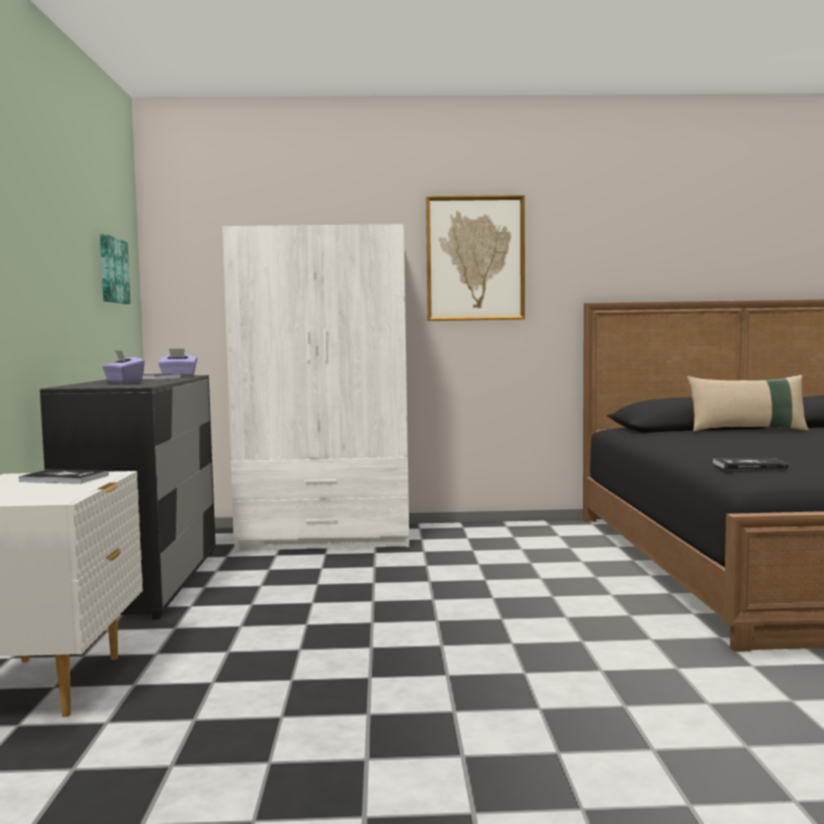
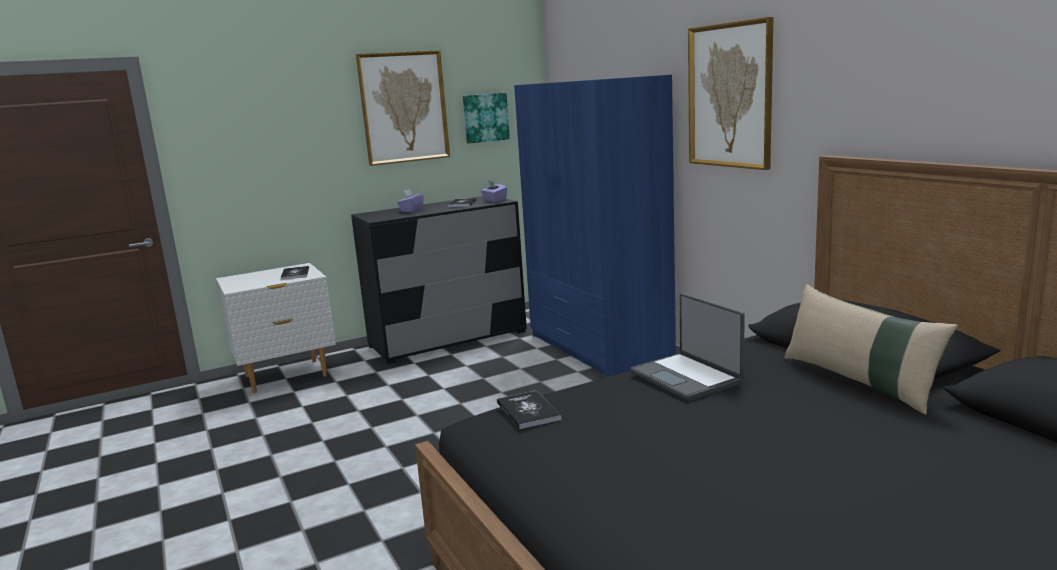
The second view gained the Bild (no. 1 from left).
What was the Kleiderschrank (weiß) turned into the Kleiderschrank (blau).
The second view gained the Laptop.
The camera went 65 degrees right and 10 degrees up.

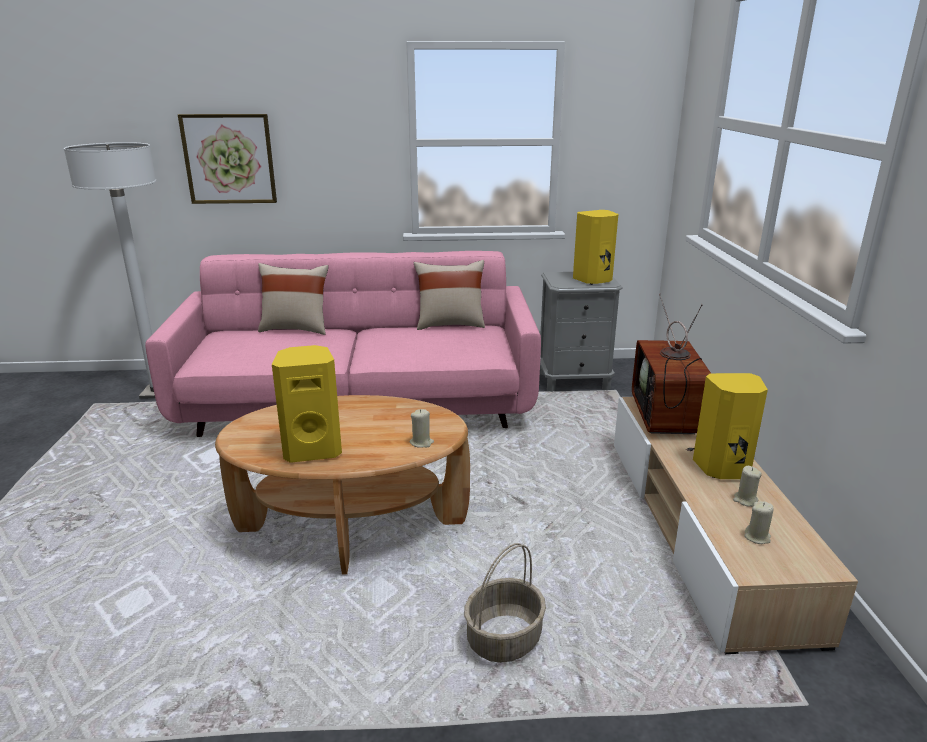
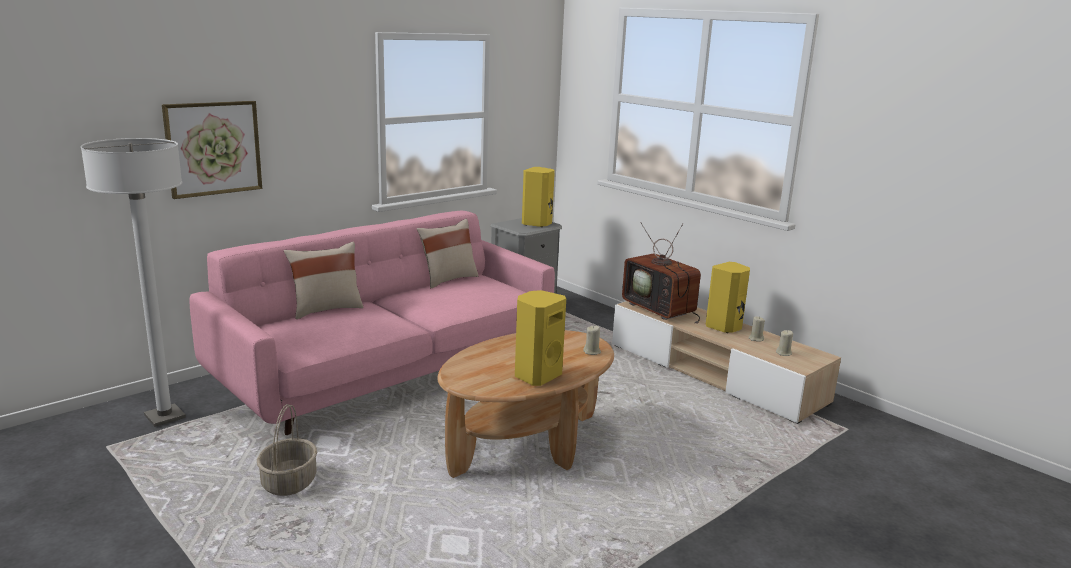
The Korb ended up elsewhere.
The camera went 40 degrees left and 5 degrees down.

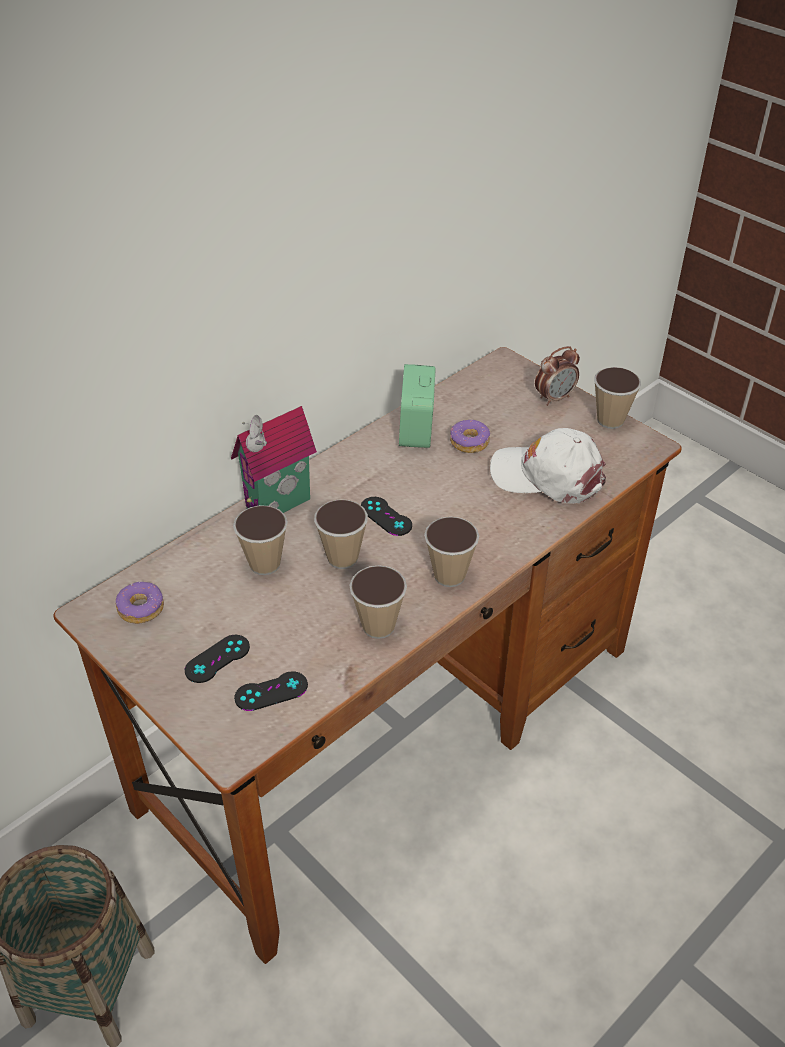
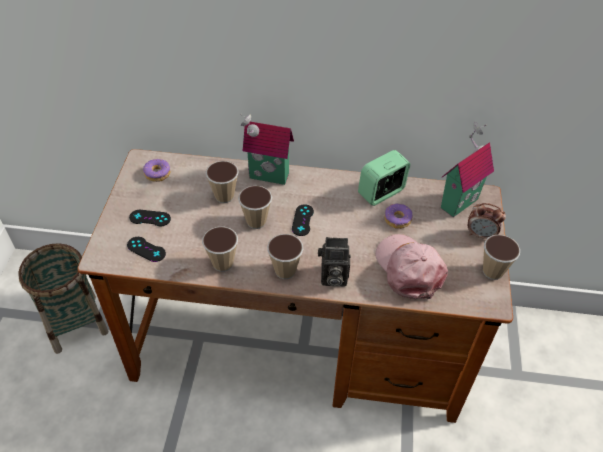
The second view gained the Kamera.
What was the Kappe (weiß) turned into the Kappe (rosa).
The second view gained the Spielzeughaus (no. 2 from left).
The camera went 50 degrees right and 5 degrees up.

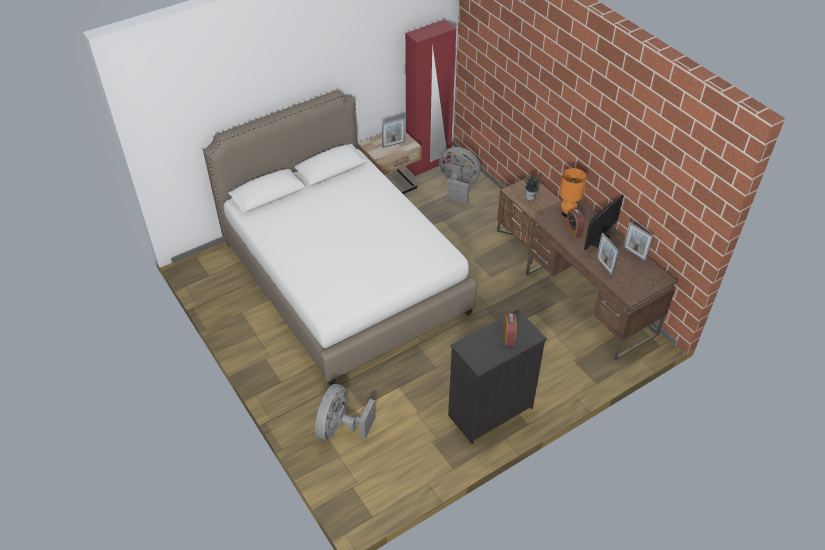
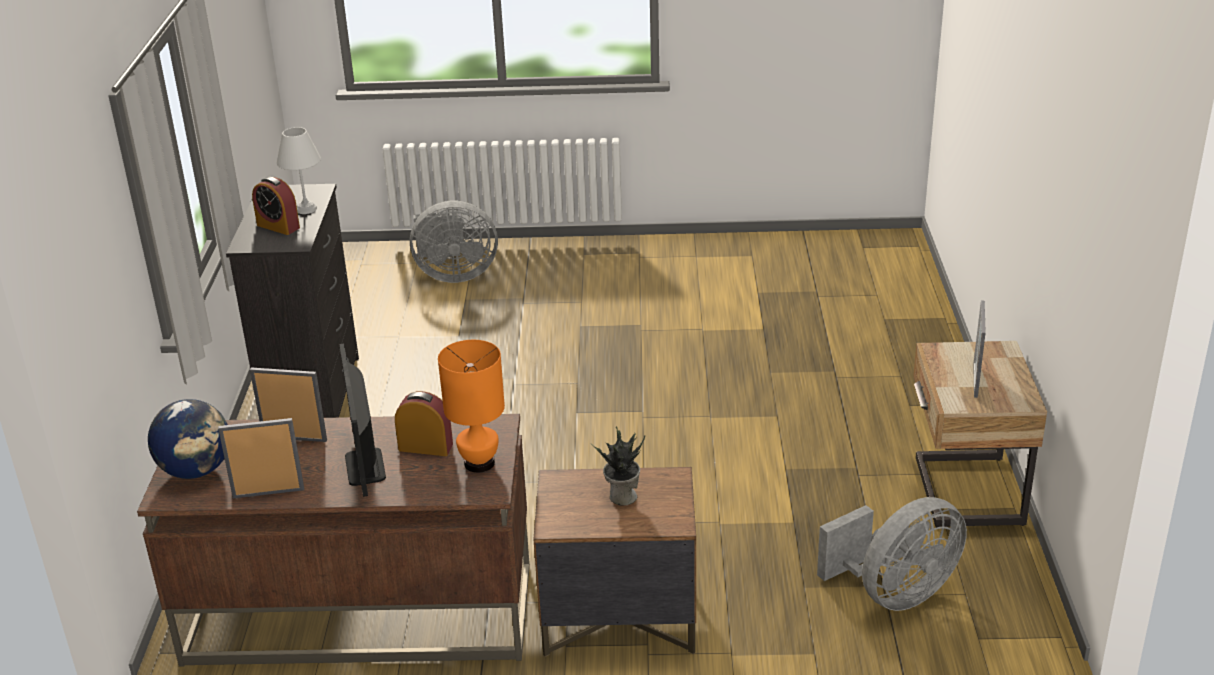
The second view gained the Globus.
The second view gained the Tischlampe (weiß).
The Ventilator (grau) (no. 1 from left) ended up facing another way, 120 degrees clockwise from before.
The second view lost the Bett (weiß).
The second view lost the Kleiderschrank (rot).
The camera went 125 degrees right and 15 degrees down.

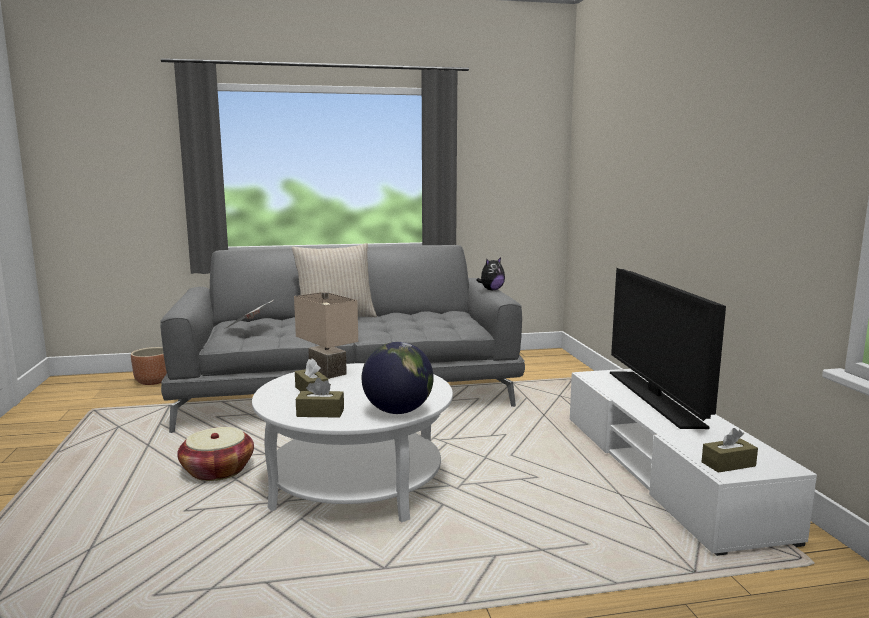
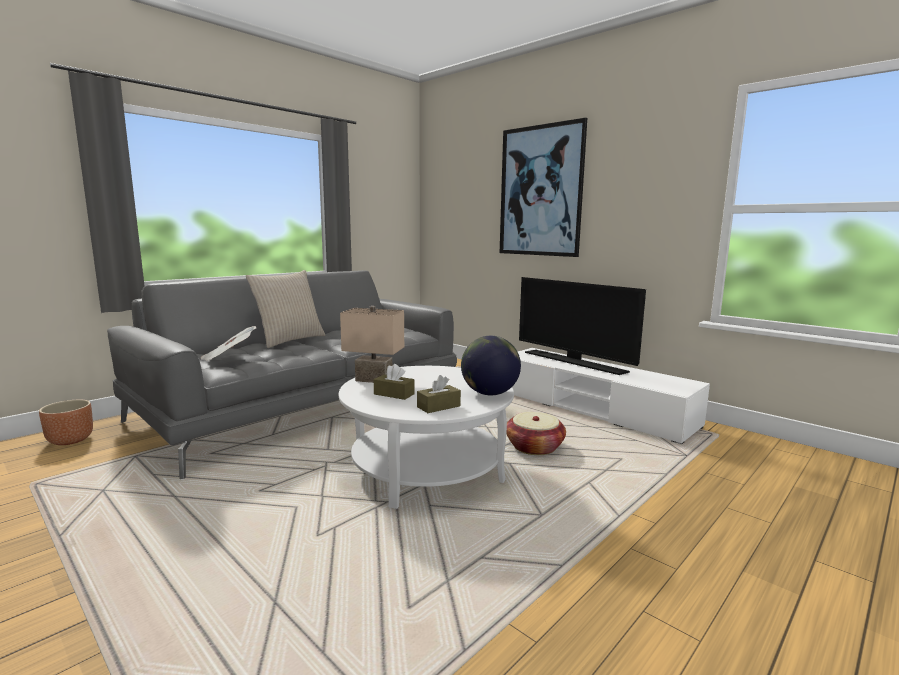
The second view gained the Bild.
The Korb ended up elsewhere.
The second view lost the Plüschtier.
The second view lost the Taschentuchbox (braun) (no. 3 from left).
The camera went 35 degrees left and 0 degrees up.

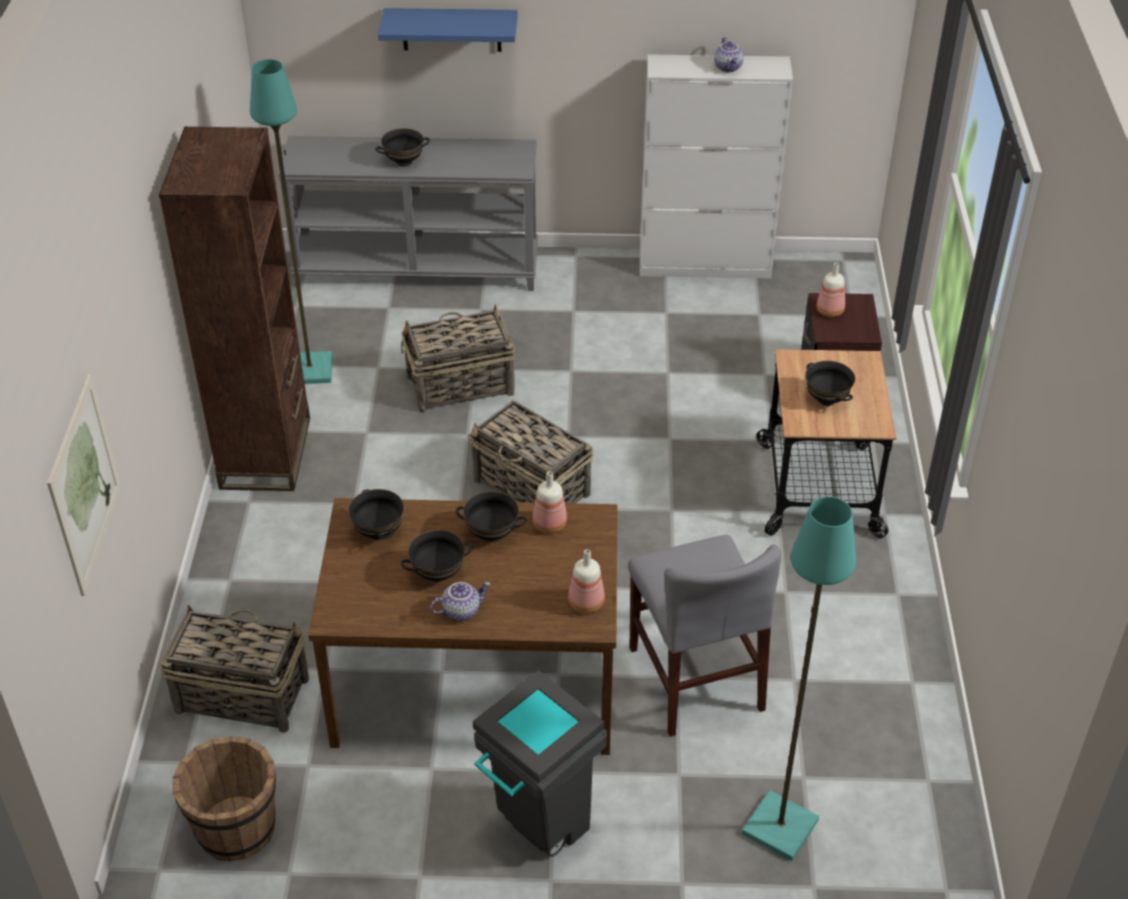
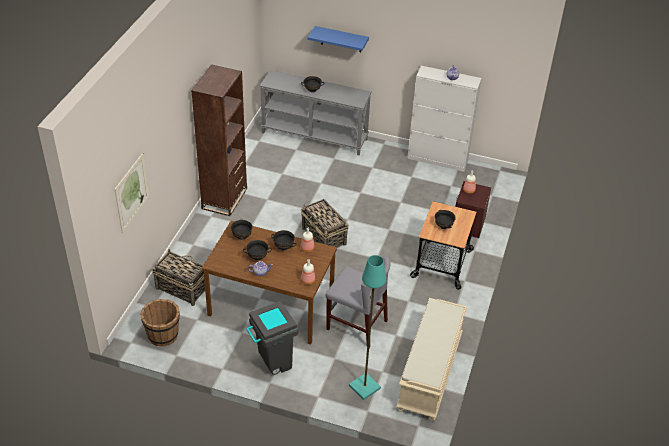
The Stuhl (grau) ended up facing another way, 60 degrees counterclockwise from before.
The second view gained the Bank (beige).
The second view lost the Stehlampe (türkis) (no. 1 from left).
The second view lost the Korb (no. 2 from left).
The camera went 15 degrees right and 0 degrees up.

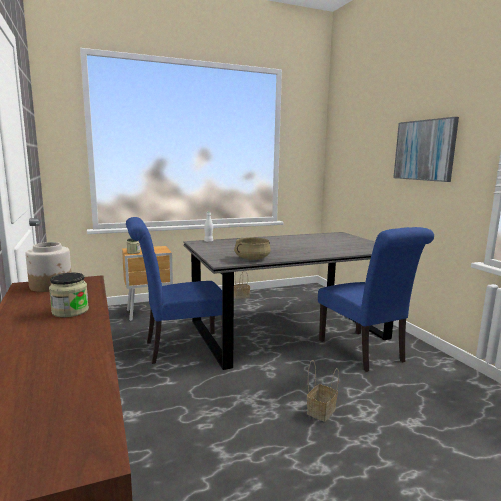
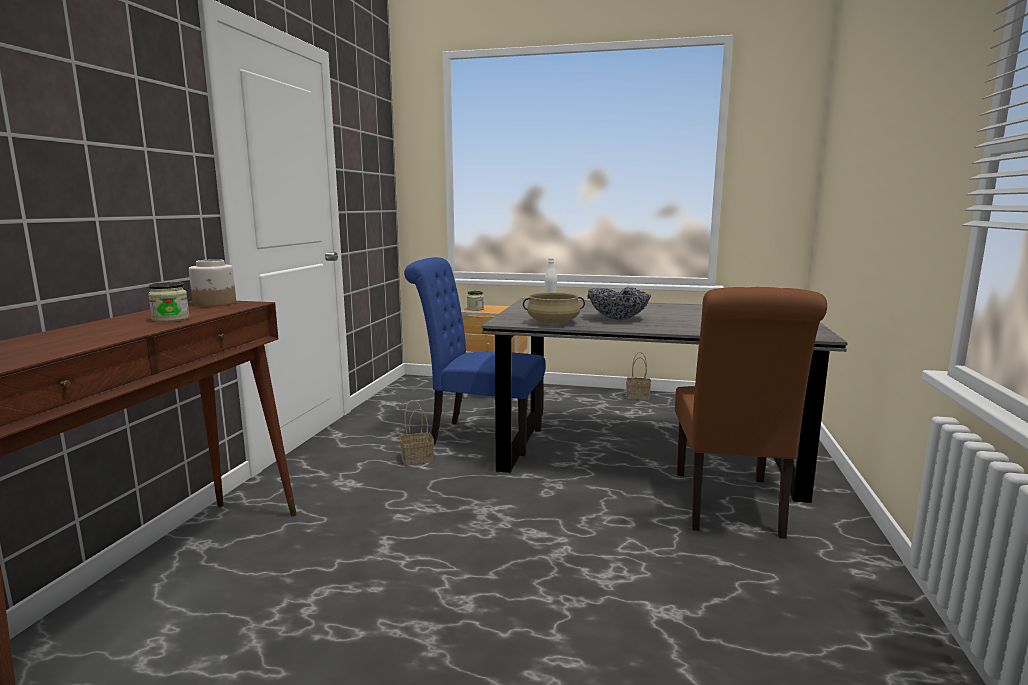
The Korb (no. 2 from left in the first image) ended up elsewhere.
The second view gained the Schüssel.
What was the Stuhl (blau) (no. 2 from left) turned into the Stuhl (braun).
The second view lost the Bild.
The camera went 35 degrees right and 0 degrees up.

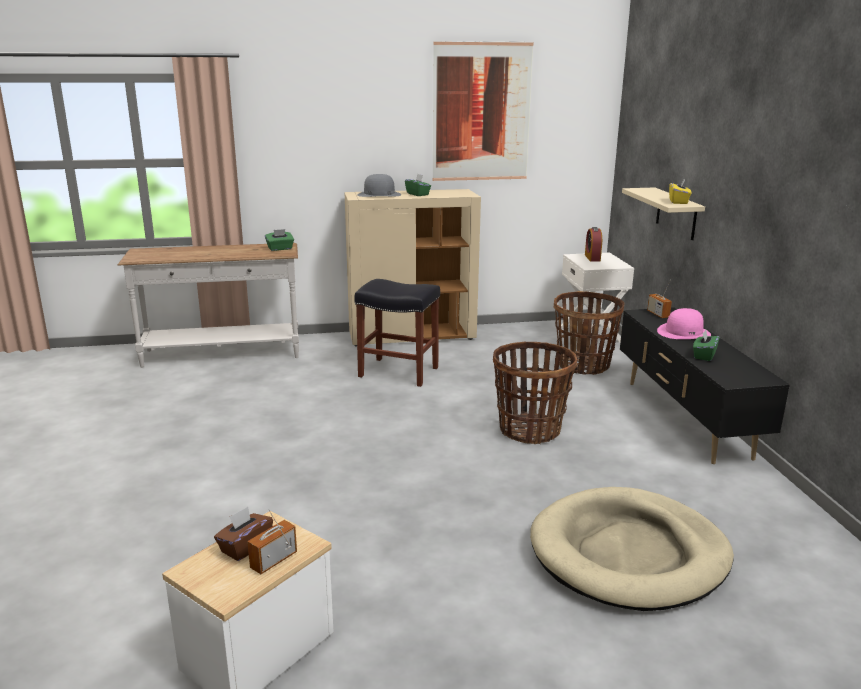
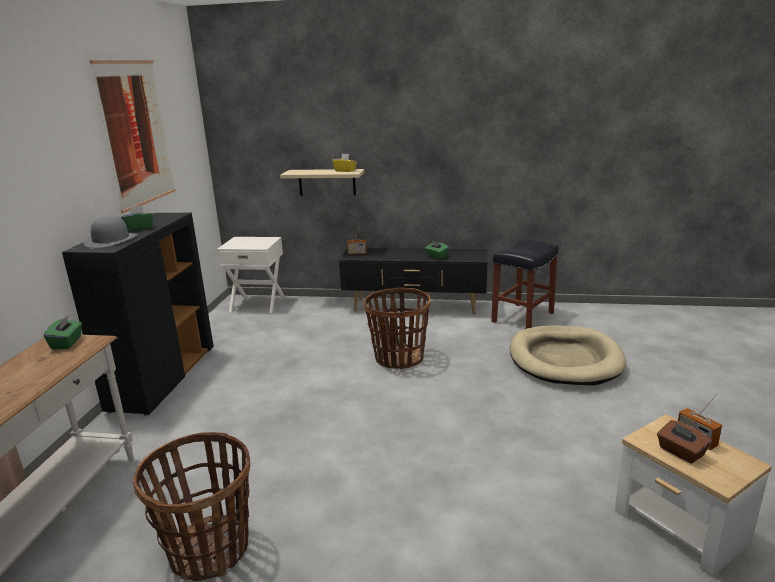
What was the Schrank (beige) turned into the Schrank (schwarz).
The Korb (no. 2 from left in the first image) ended up elsewhere.
The Hocker (schwarz) ended up elsewhere.
The second view lost the Wecker.
The second view lost the Hut (rosa).
The camera went 70 degrees left and 0 degrees up.

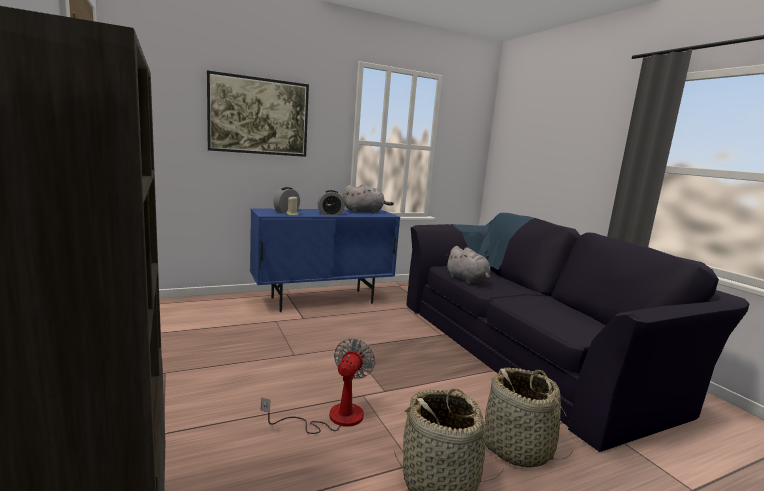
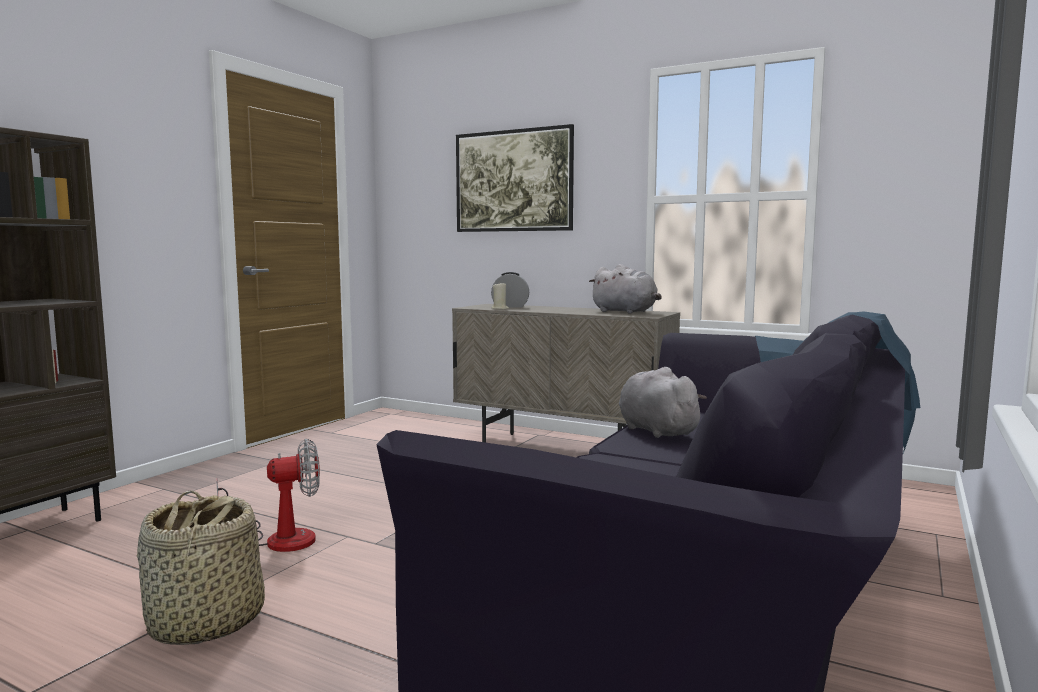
What was the Schrank (blau) turned into the Schrank (beige).
The Plüschtier (grau) (no. 2 from left) ended up facing another way, 135 degrees clockwise from before.
The second view lost the Wecker (no. 2 from left).
The second view lost the Korb (no. 2 from left).
The camera went 55 degrees right and 5 degrees down.

